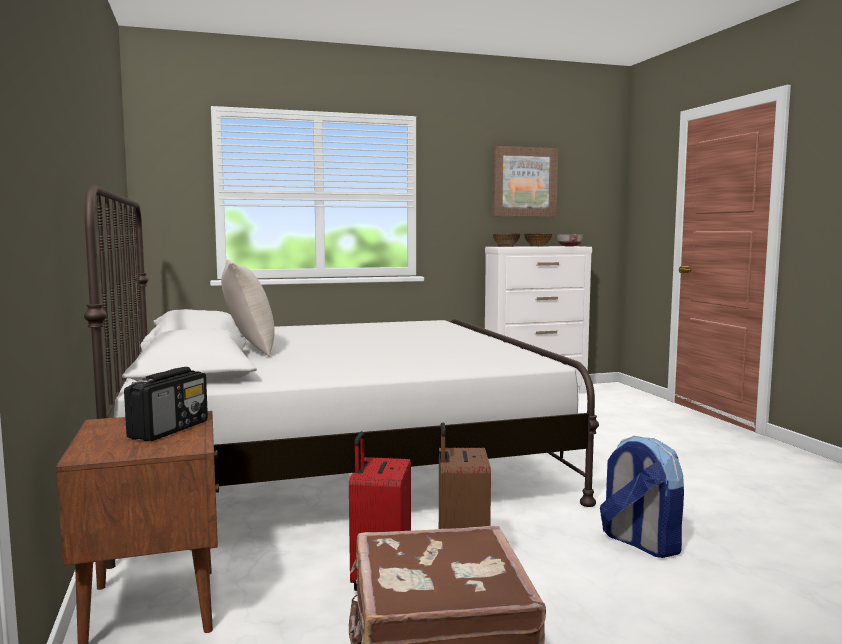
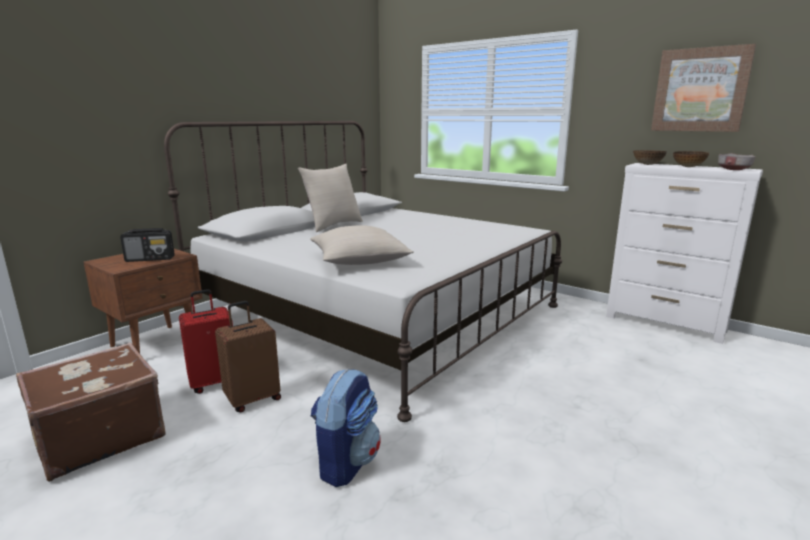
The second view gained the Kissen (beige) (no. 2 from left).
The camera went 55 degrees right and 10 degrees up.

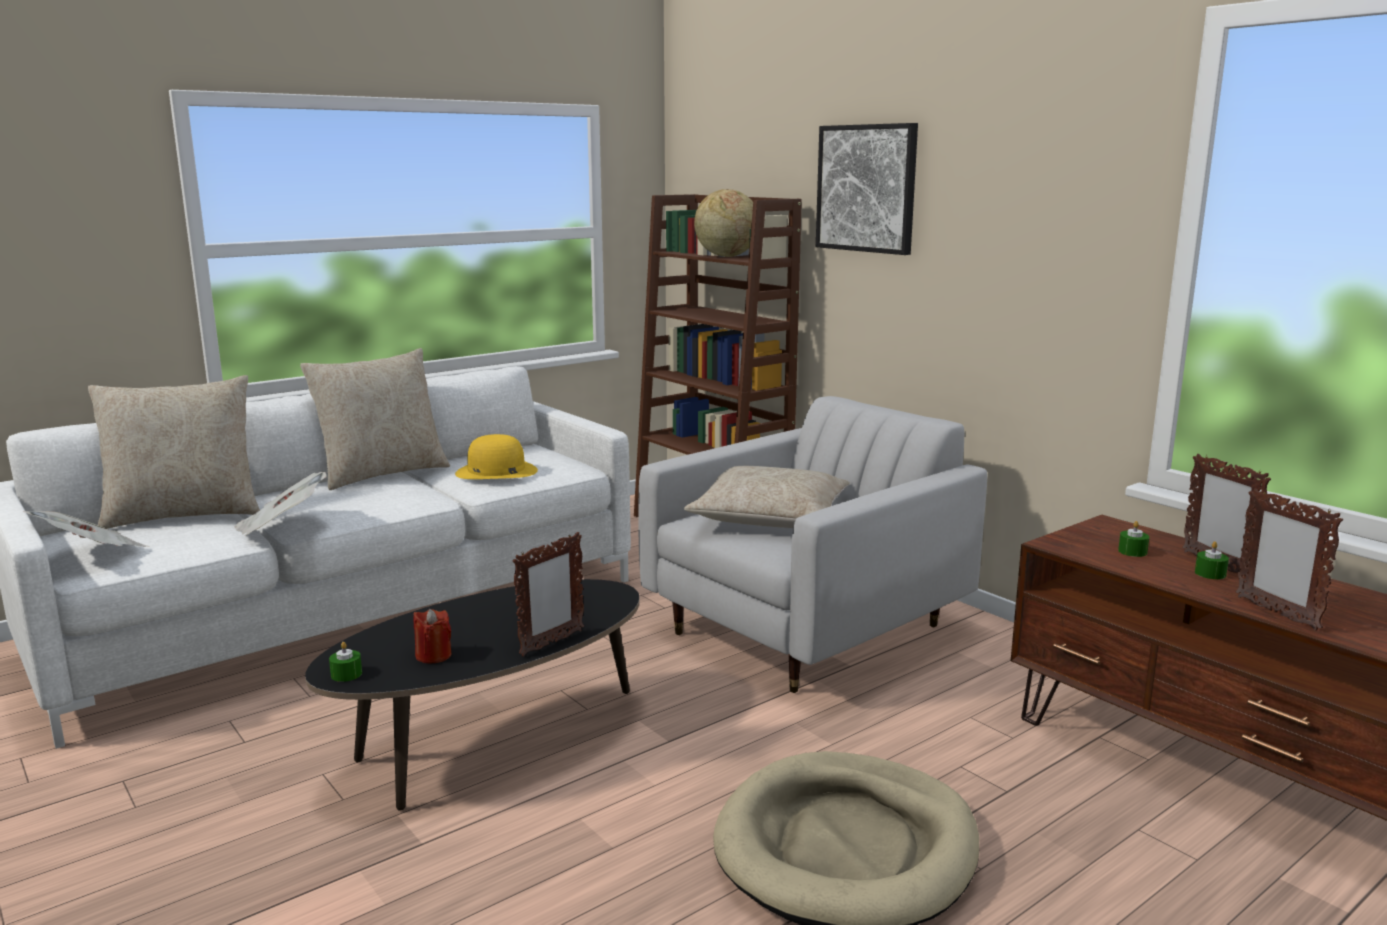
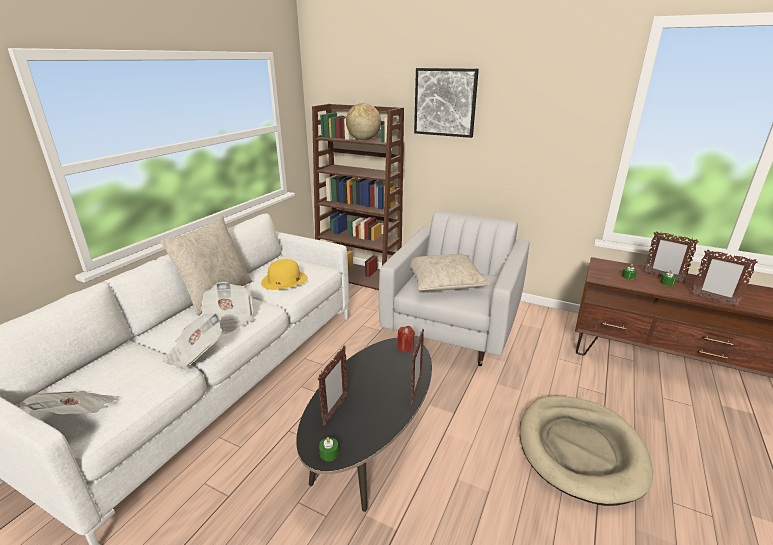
The second view gained the Zeitung (no. 3 from left).
The second view gained the Bilderrahmen (no. 1 from left).
The Kerze (rot) ended up elsewhere.
The second view lost the Kissen (beige) (no. 1 from left).
The camera went 25 degrees left and 10 degrees up.

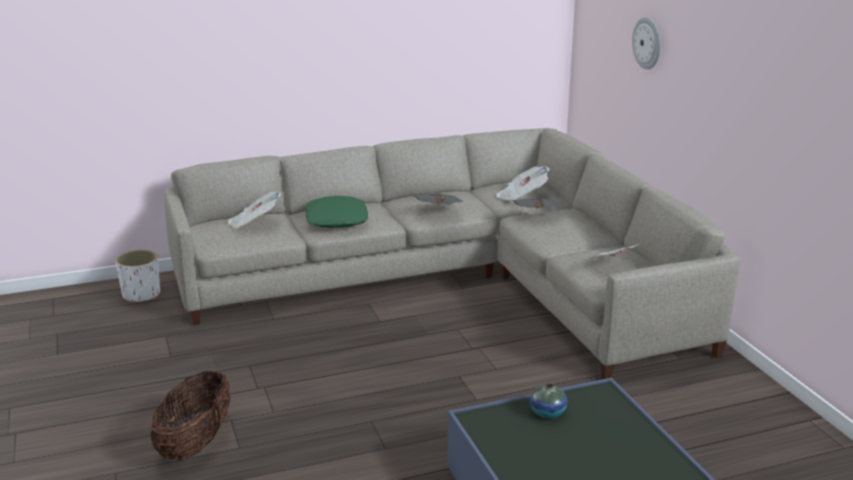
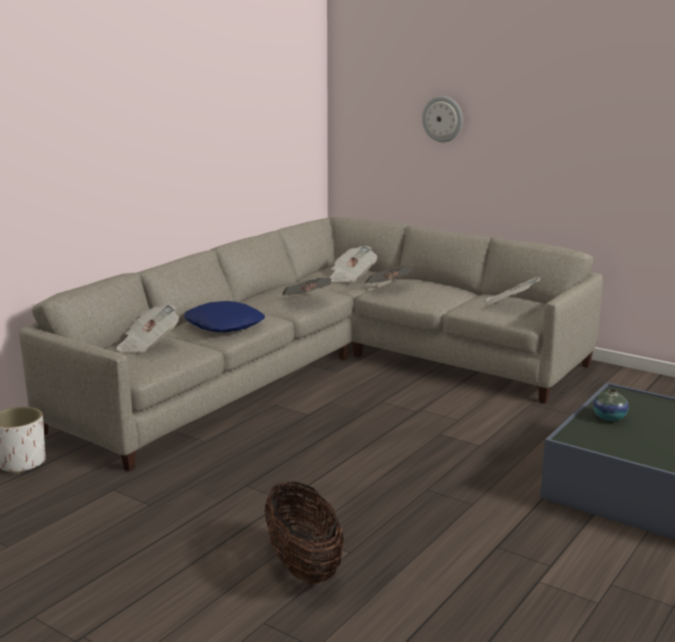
What was the Kissen (grün) turned into the Kissen (blau).
The camera went 35 degrees left and 5 degrees down.

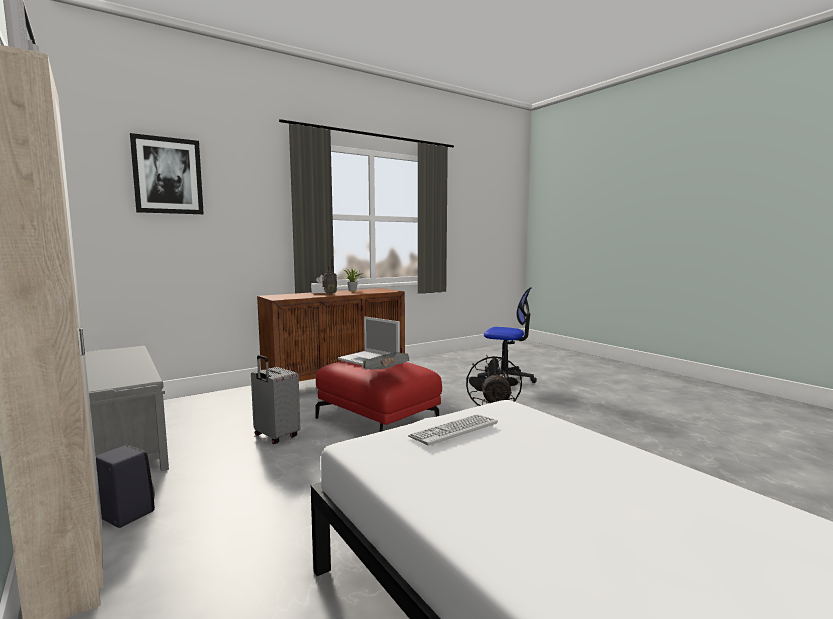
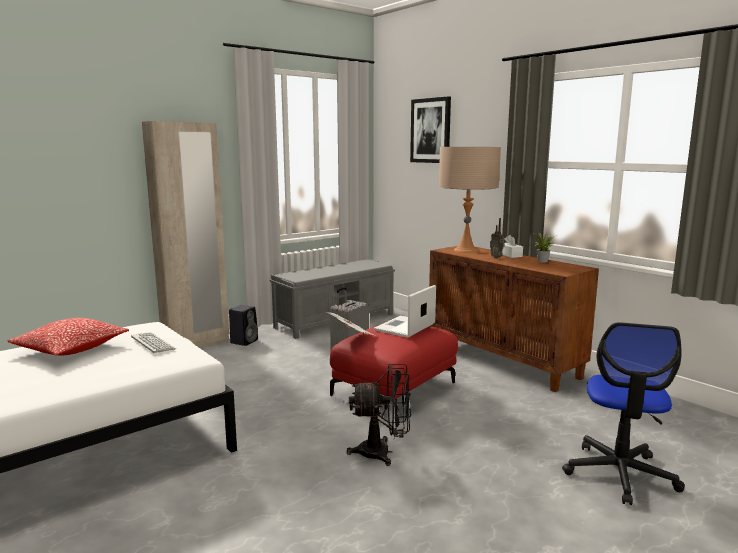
The second view gained the Kissen.
The second view gained the Tischlampe (beige).
The camera went 85 degrees right and 5 degrees up.

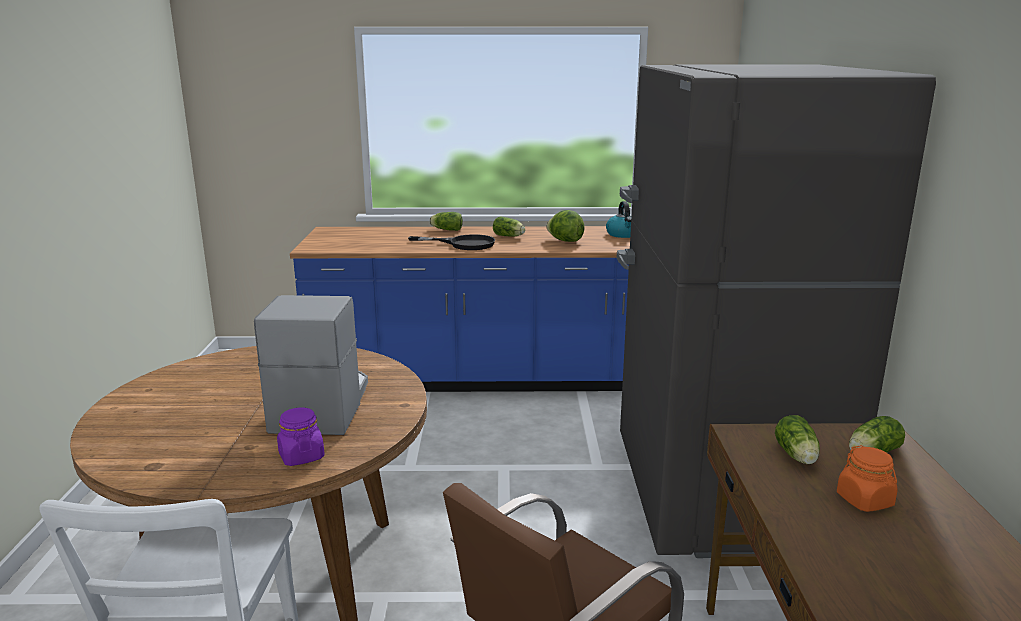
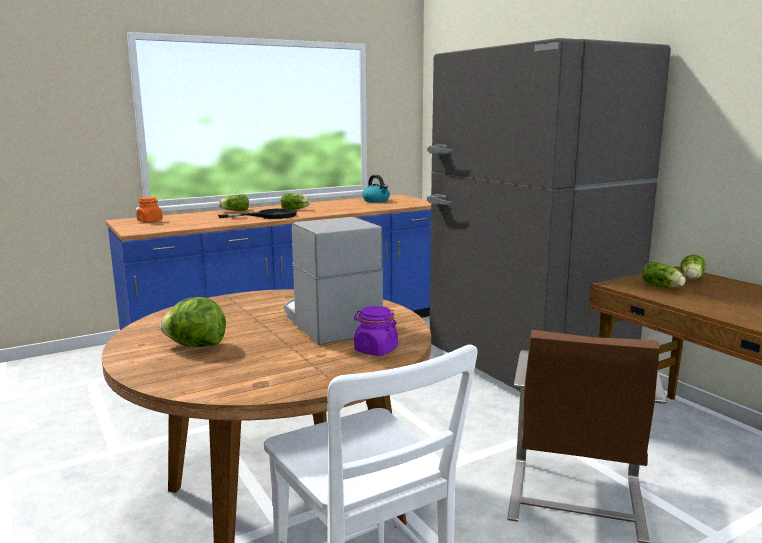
The Vorratsglas (orange) ended up elsewhere.
The Salatkopf (no. 3 from left in the first image) ended up elsewhere.
The camera went 30 degrees left and 5 degrees down.

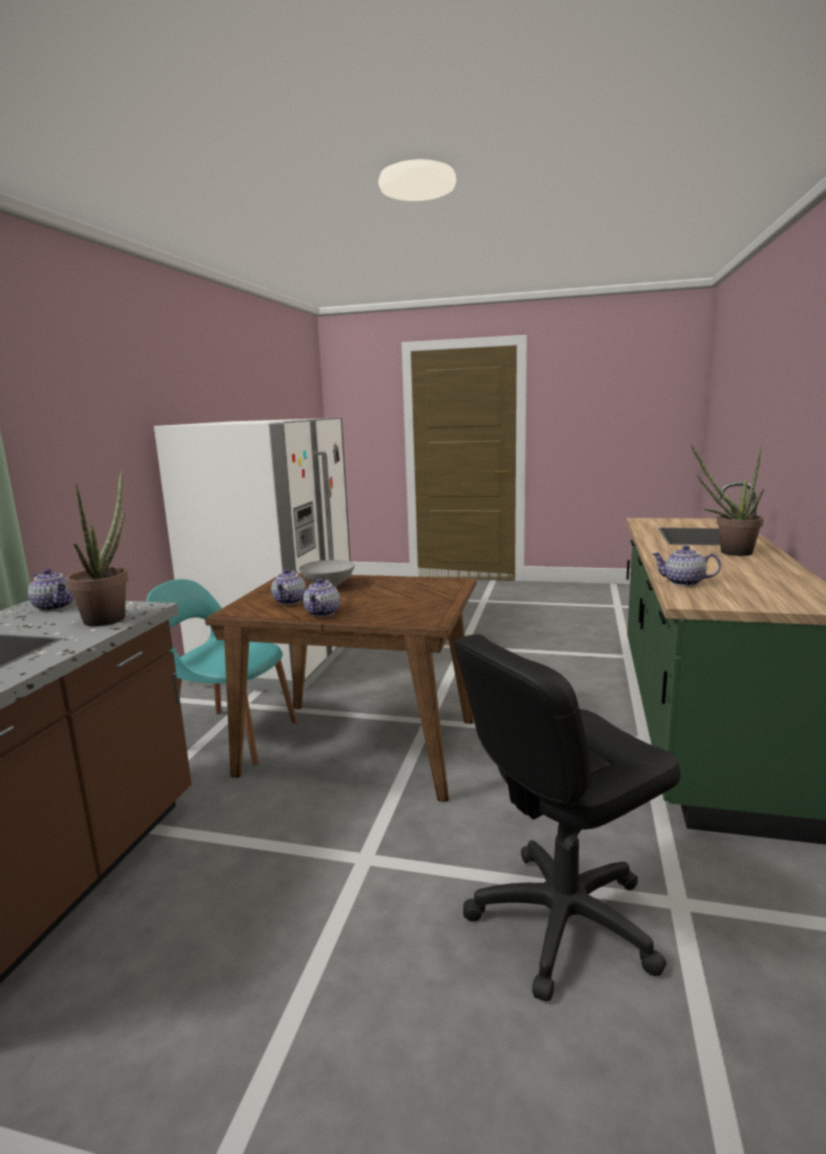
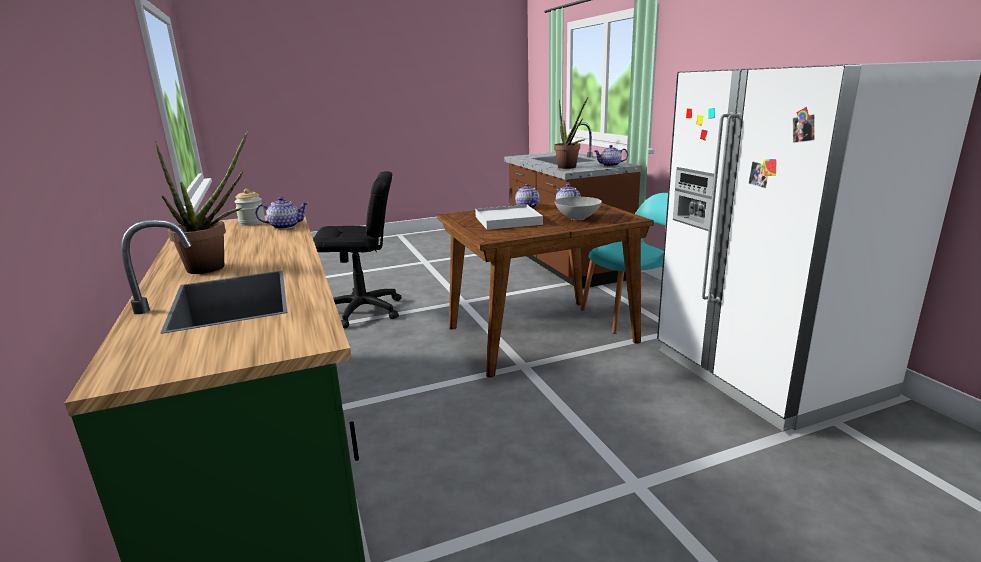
The second view gained the Vorratsglas.
The Bürostuhl (schwarz) ended up facing another way, 60 degrees clockwise from before.
The second view gained the Tablett (weiß).
The camera went 145 degrees right and 5 degrees up.

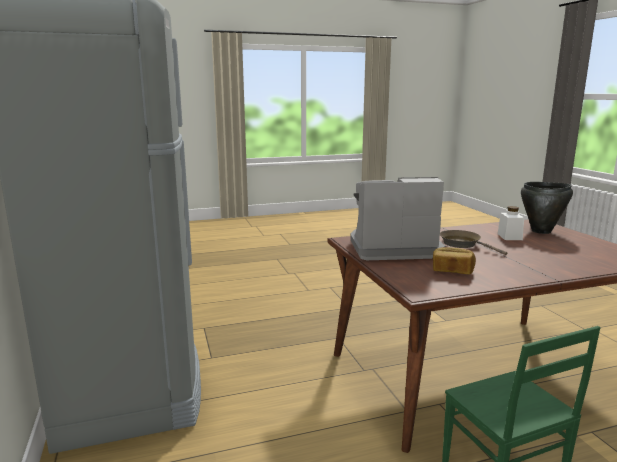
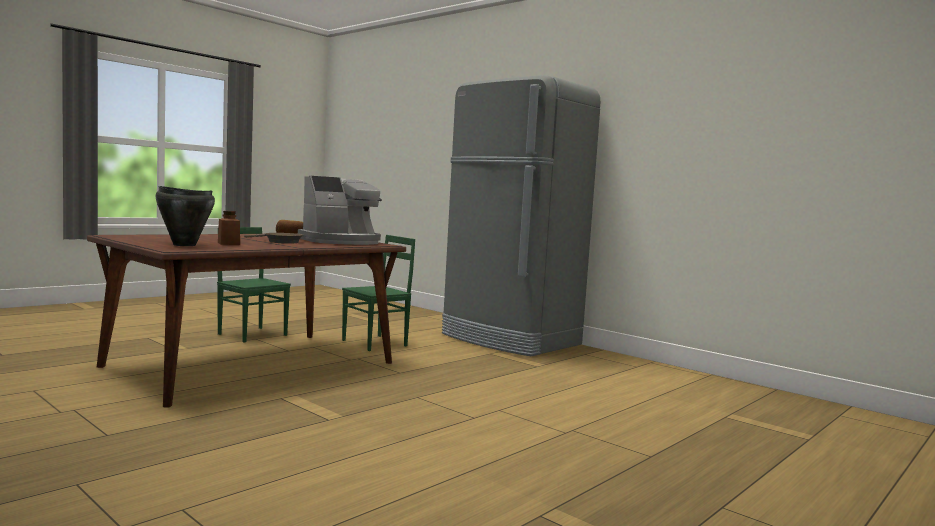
What was the Vorratsglas (weiß) turned into the Vorratsglas (braun).
The second view gained the Stuhl (grün) (no. 2 from left).
The camera went 150 degrees right and 10 degrees down.

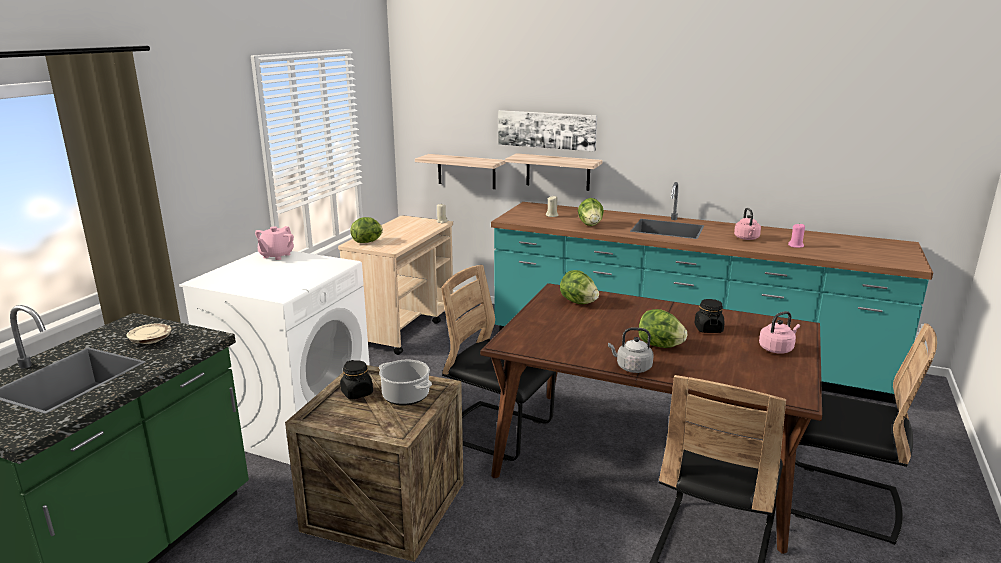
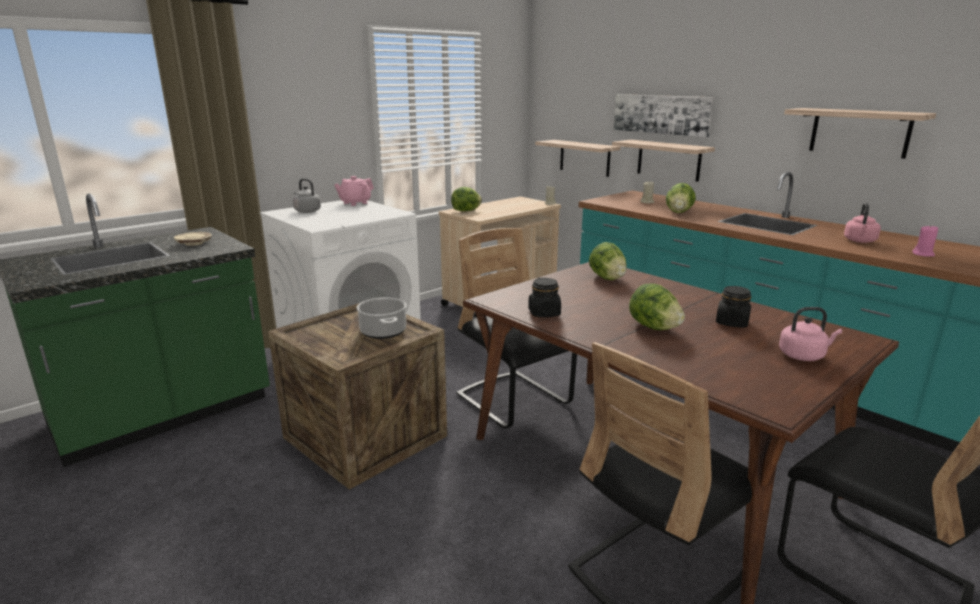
The Wasserkessel (grau) ended up elsewhere.
The Vorratsglas (schwarz) (no. 1 from left) ended up elsewhere.
The second view gained the Wandregal (no. 3 from left).
The camera went 25 degrees right and 0 degrees up.

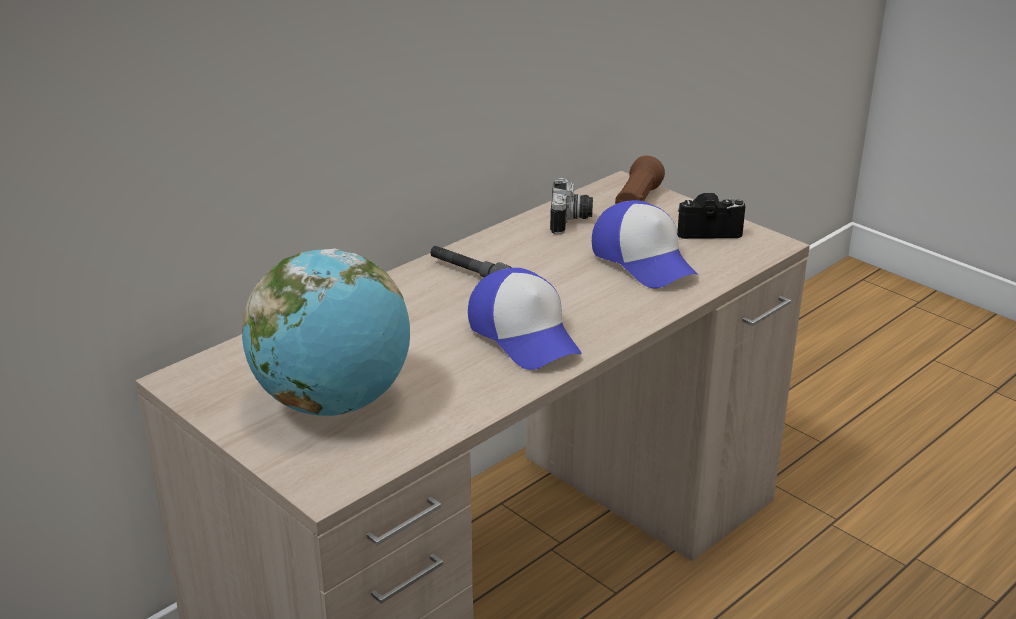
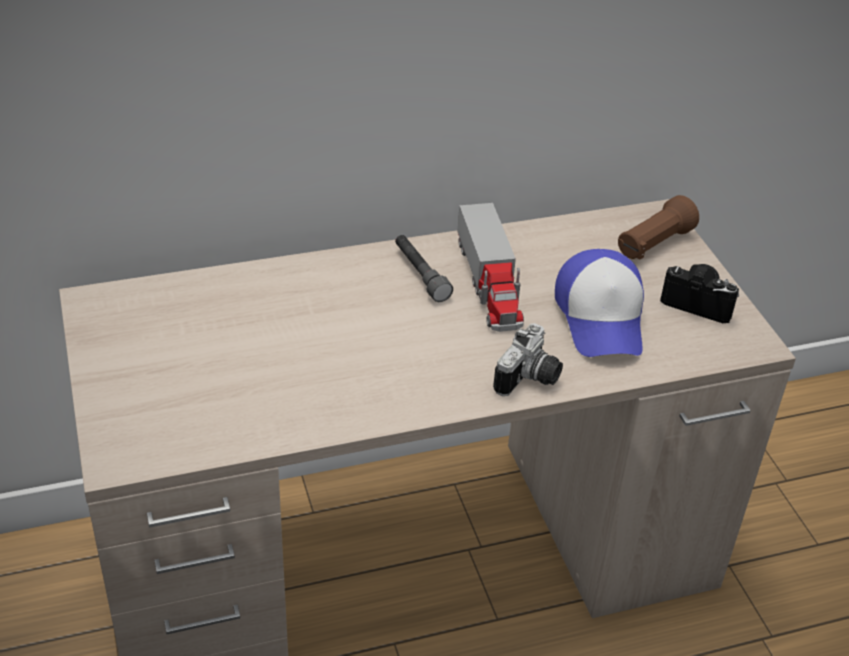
The second view gained the Spielzeuglaster.
The Kamera (no. 1 from left) ended up elsewhere.
The second view lost the Globus.
The second view lost the Kappe (no. 1 from left).
The camera went 25 degrees right and 10 degrees up.

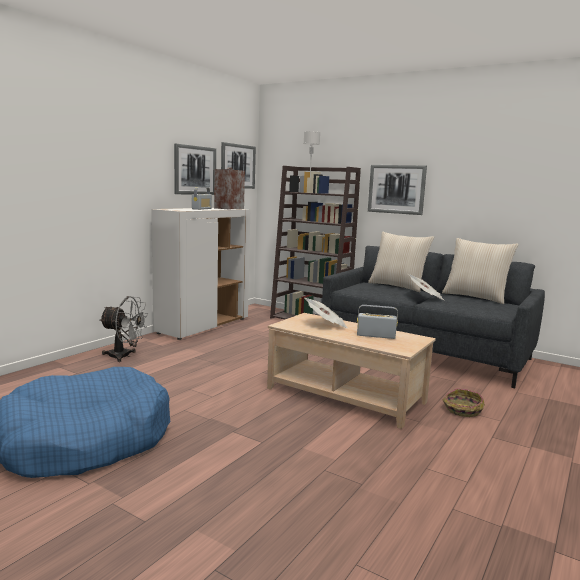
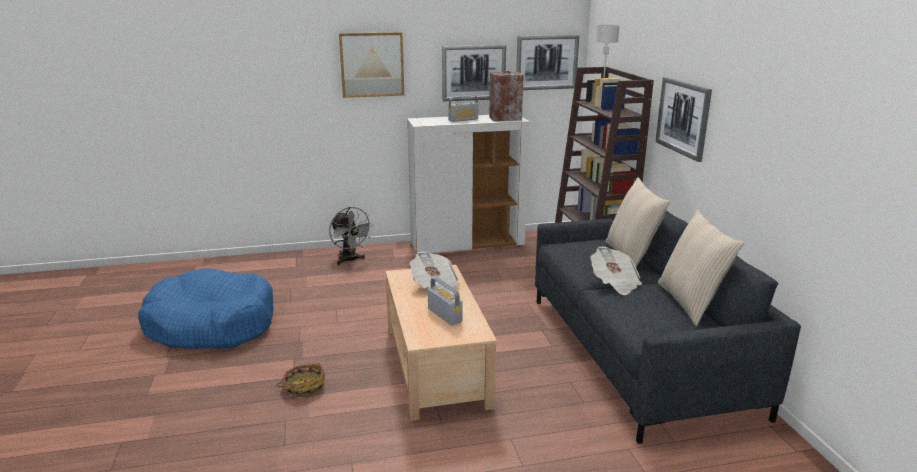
The Korb ended up elsewhere.
The second view gained the Bild (no. 1 from left).
The camera went 45 degrees right and 10 degrees up.

